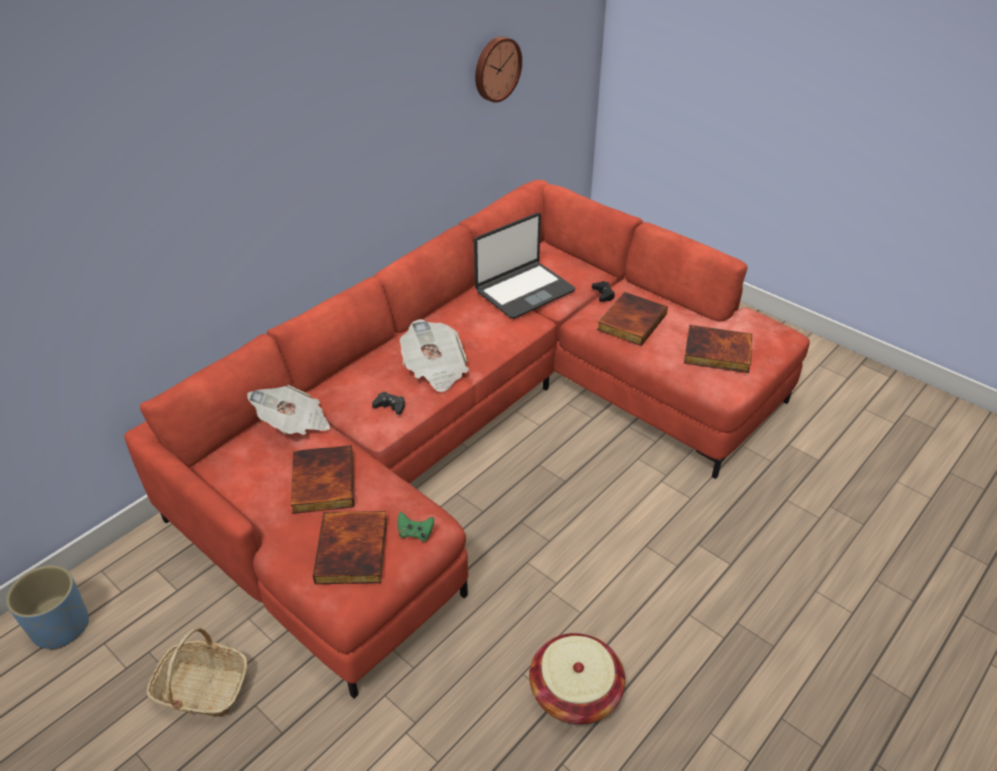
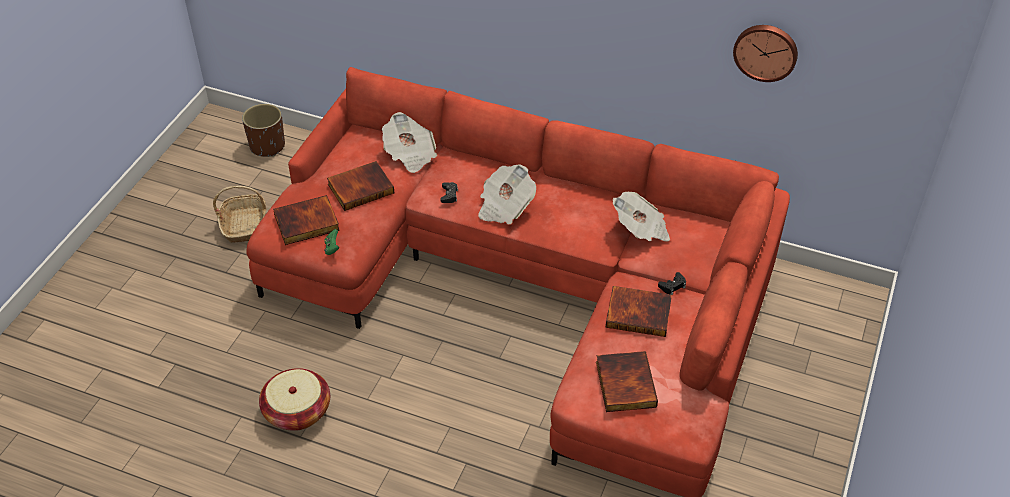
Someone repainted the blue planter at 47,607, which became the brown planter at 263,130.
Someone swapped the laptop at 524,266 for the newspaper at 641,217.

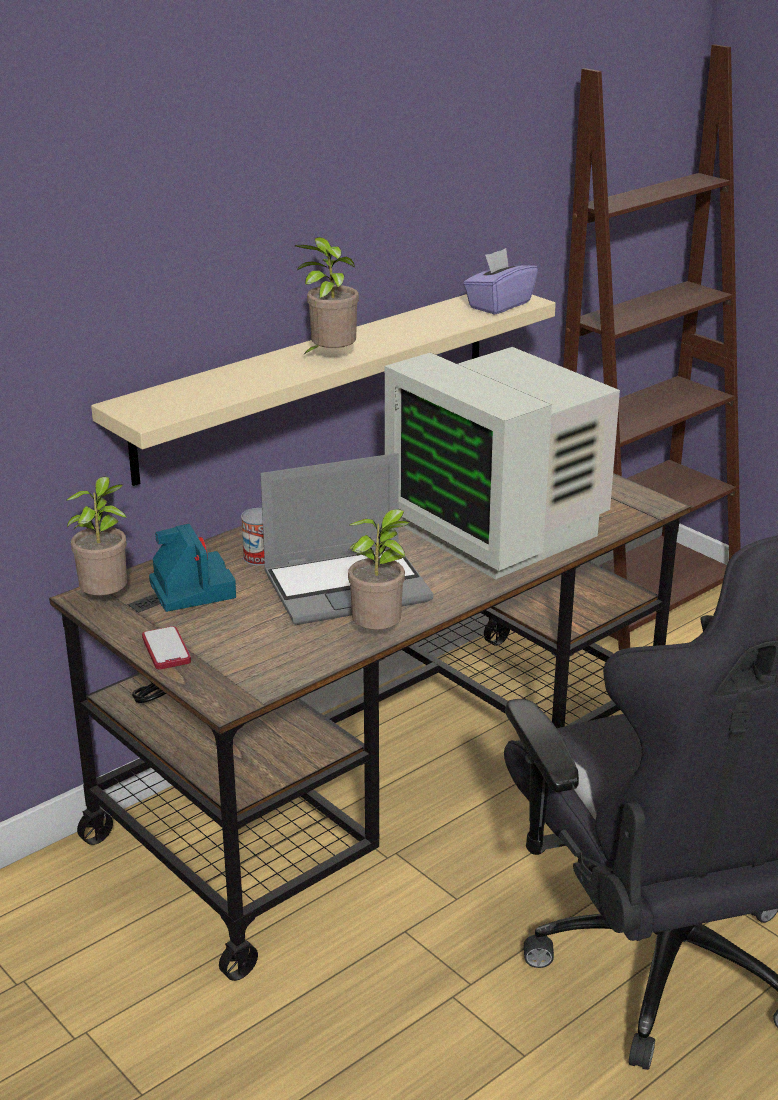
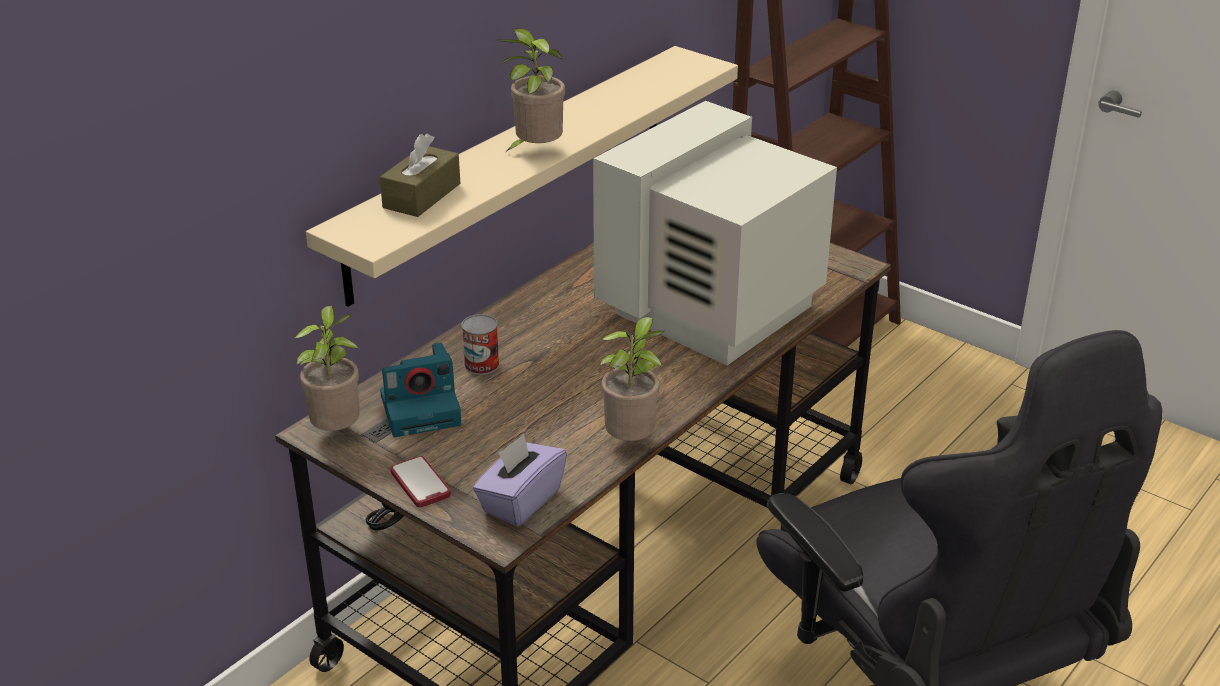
Someone rotated the photo camera at 192,568 by 105 degrees clockwise.
Someone took away the laptop at 346,539.
Someone rotated the monitor at 502,463 by 90 degrees clockwise.
Someone carried the purple tissue box from 500,281 to 520,479.
Someone put down the brown tissue box at 420,175.

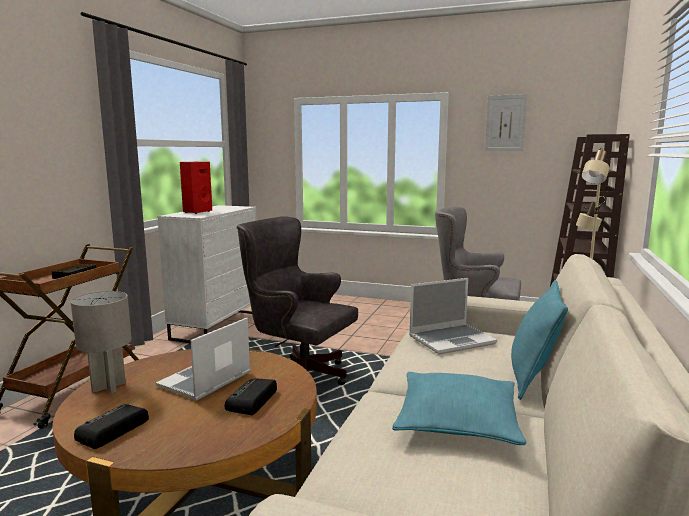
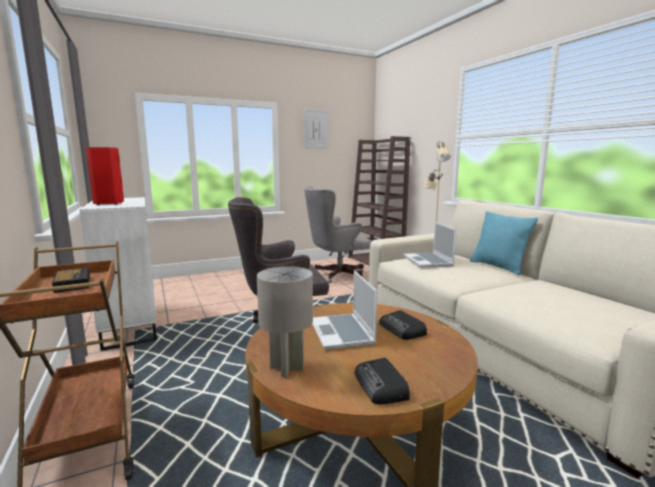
Someone took away the turquoise pillow at 459,408.
Someone rotated the laptop at 453,316 by 150 degrees clockwise.

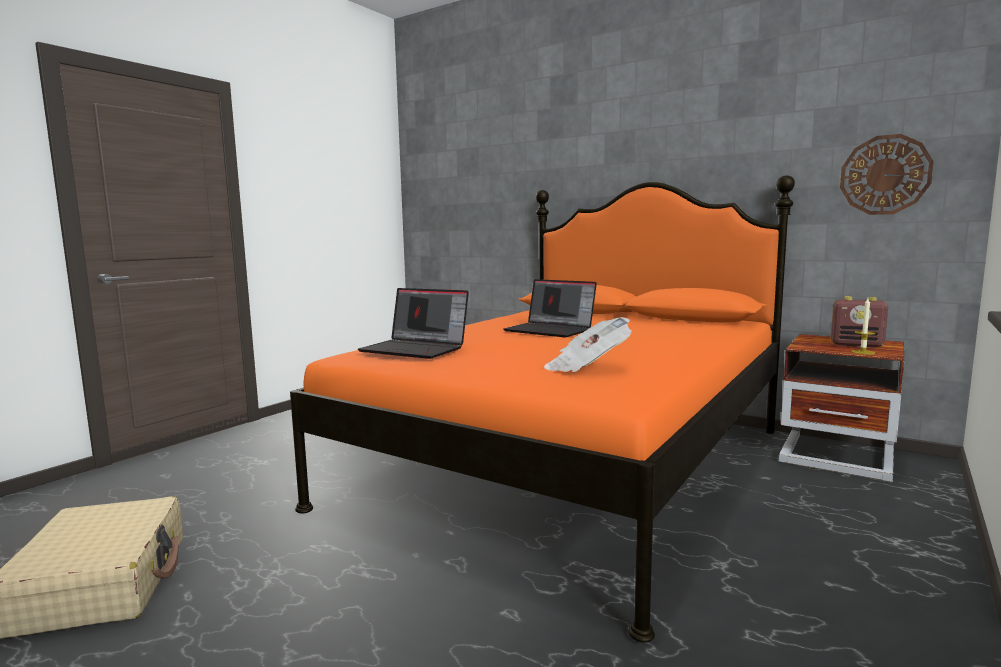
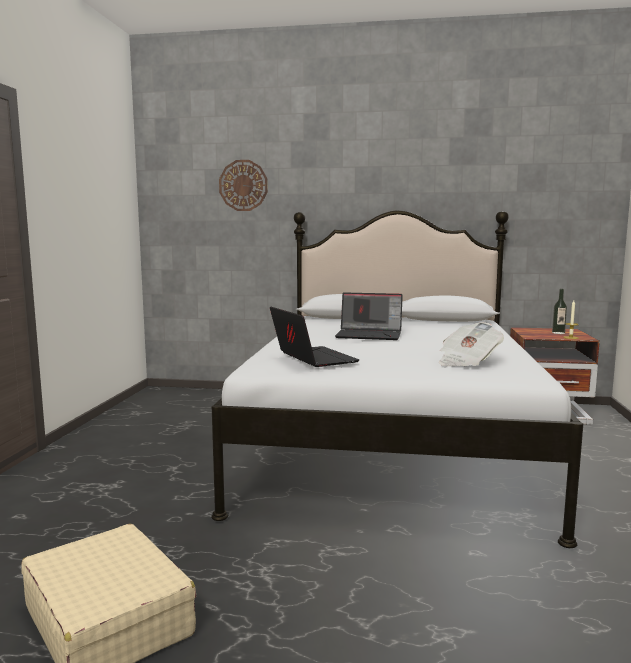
Someone repainted the orange bed at 542,409, which became the white bed at 397,379.
Someone rotated the laptop at 413,323 by 120 degrees counterclockwise.
Someone swapped the radio at 859,321 for the bottle at 559,311.
Someone carried the wall clock from 887,174 to 243,185.

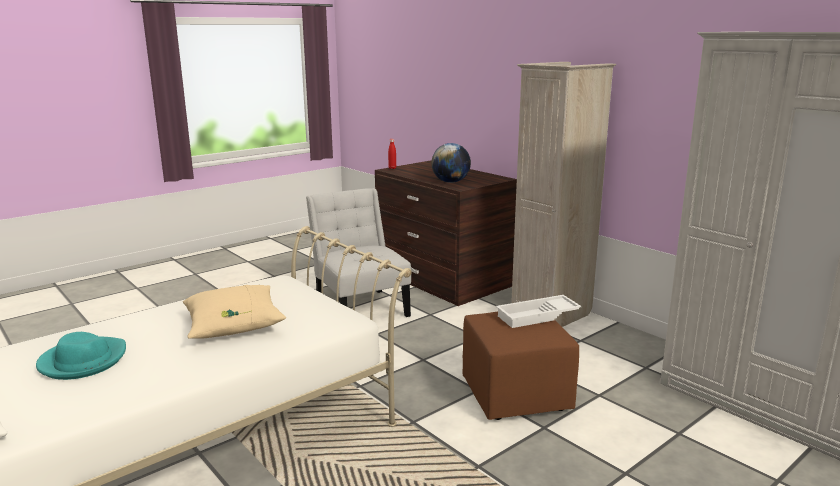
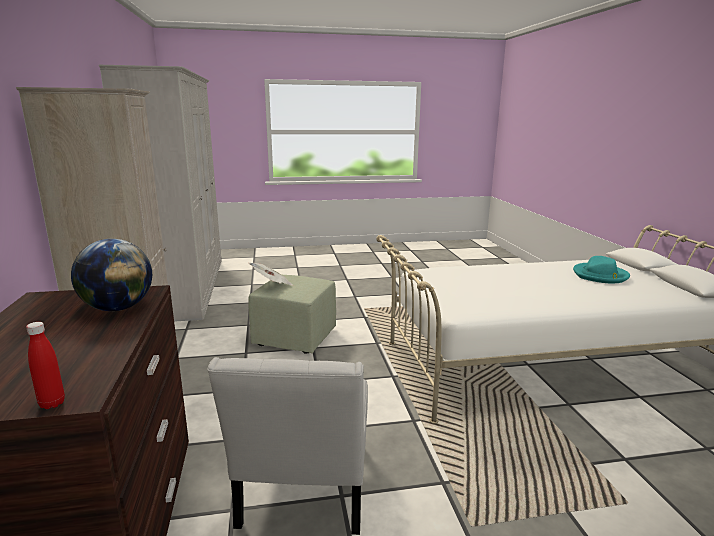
Someone took away the beige pillow at 234,312.
Someone repainted the brown ottoman at 521,366, which became the green ottoman at 292,314.
Someone swapped the white tray at 539,311 for the newspaper at 271,274.

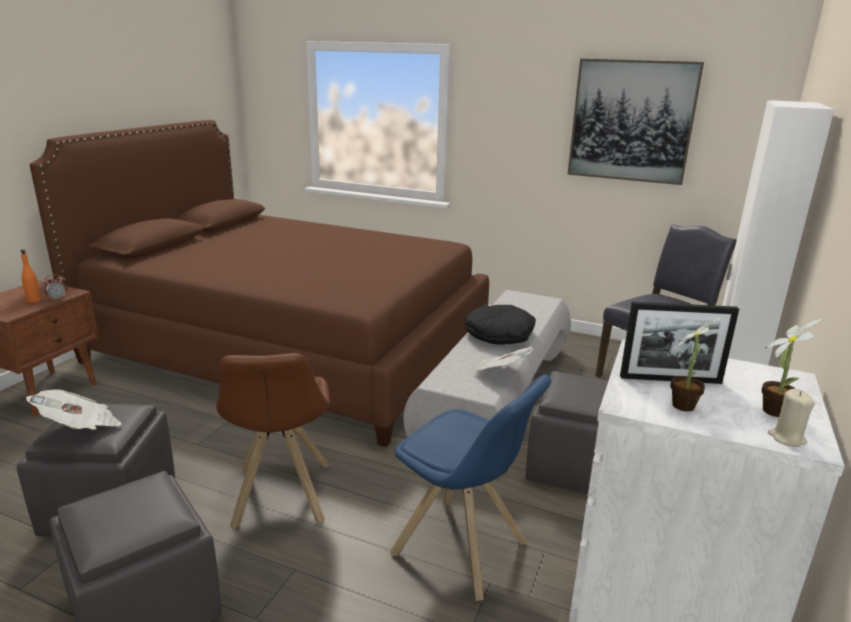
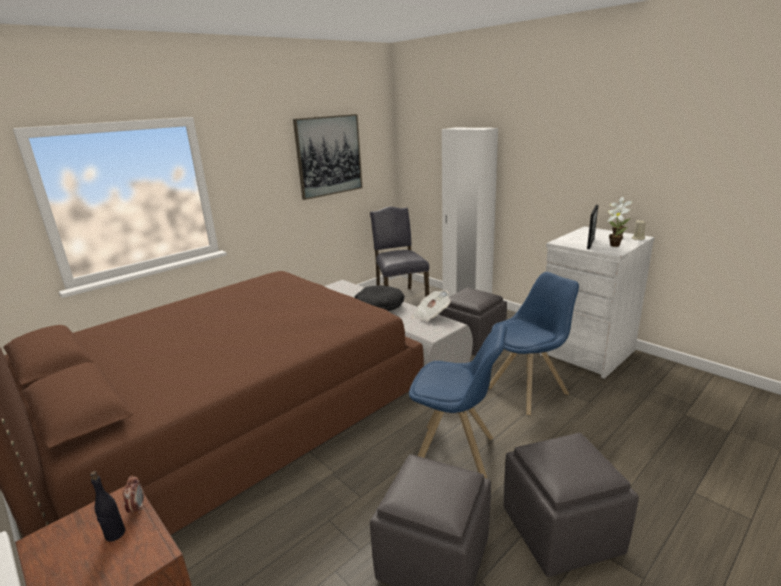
Someone repainted the orange bottle at 31,276, which became the black bottle at 107,506.
Someone took away the newspaper at 74,409.
Someone repainted the brown chair at 273,441, which became the blue chair at 458,401.

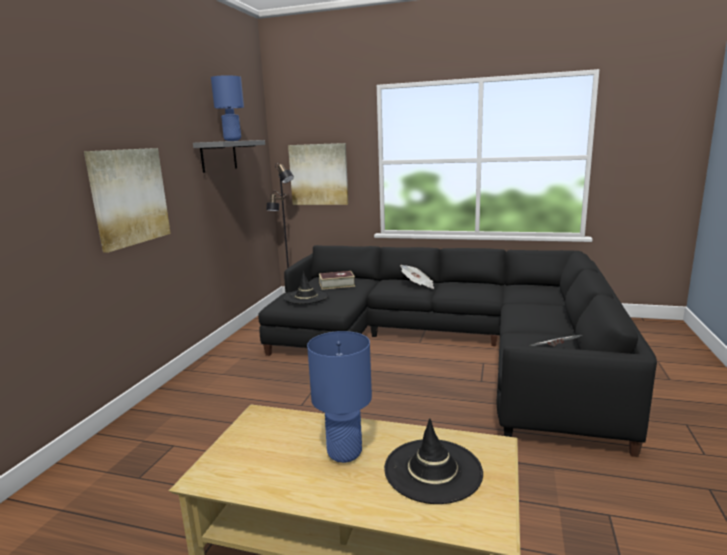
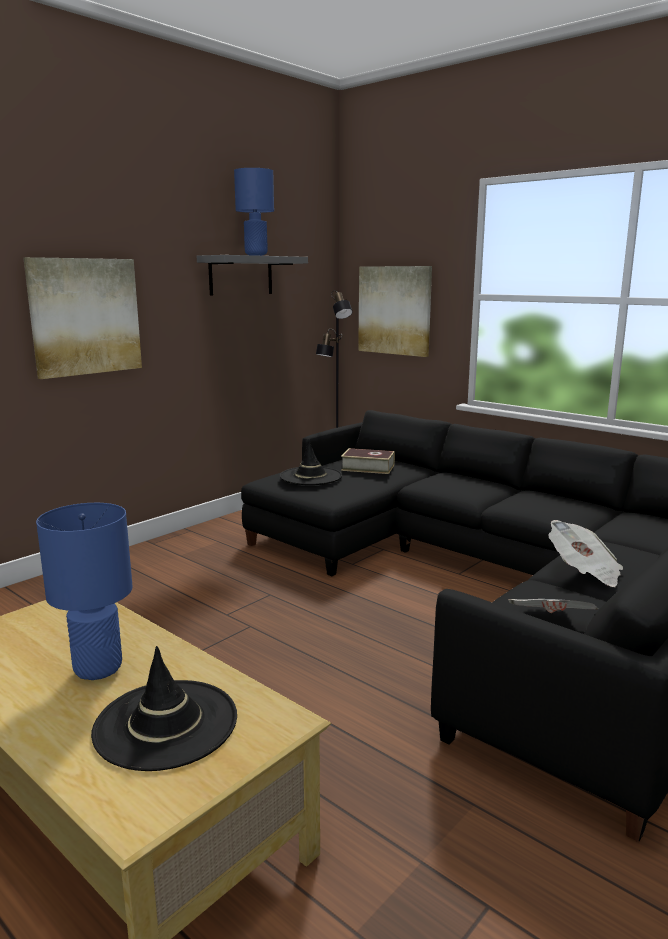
Someone carried the newspaper from 417,277 to 585,553.

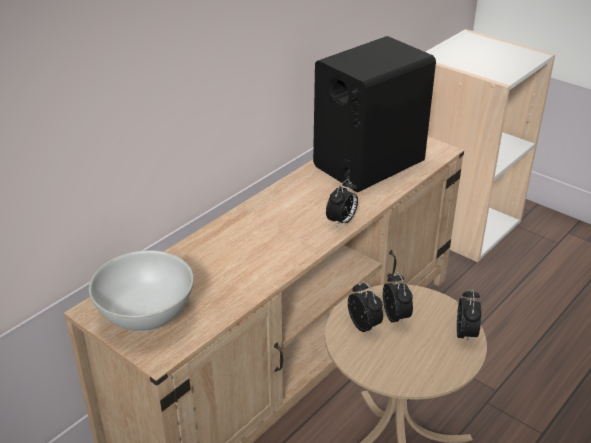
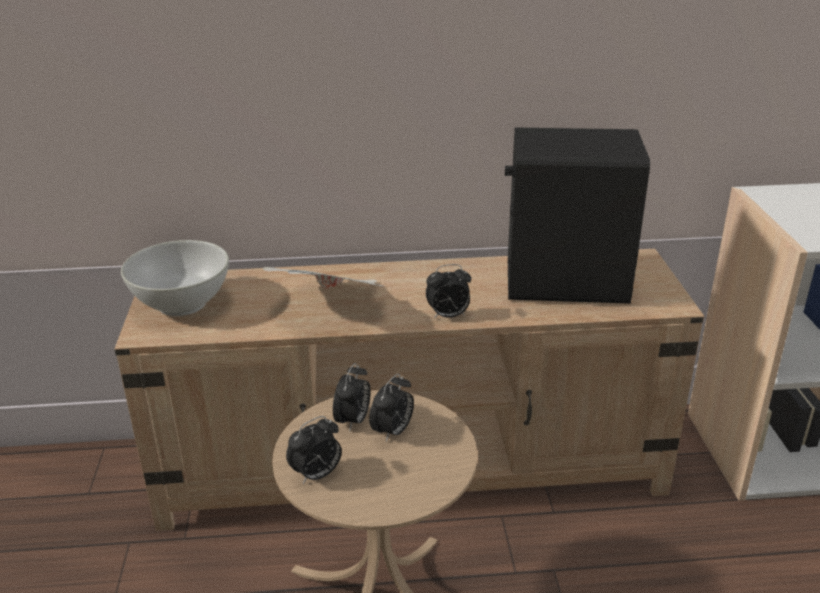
Someone carried the alarm clock from 469,316 to 314,450.
Someone put down the newspaper at 323,278.

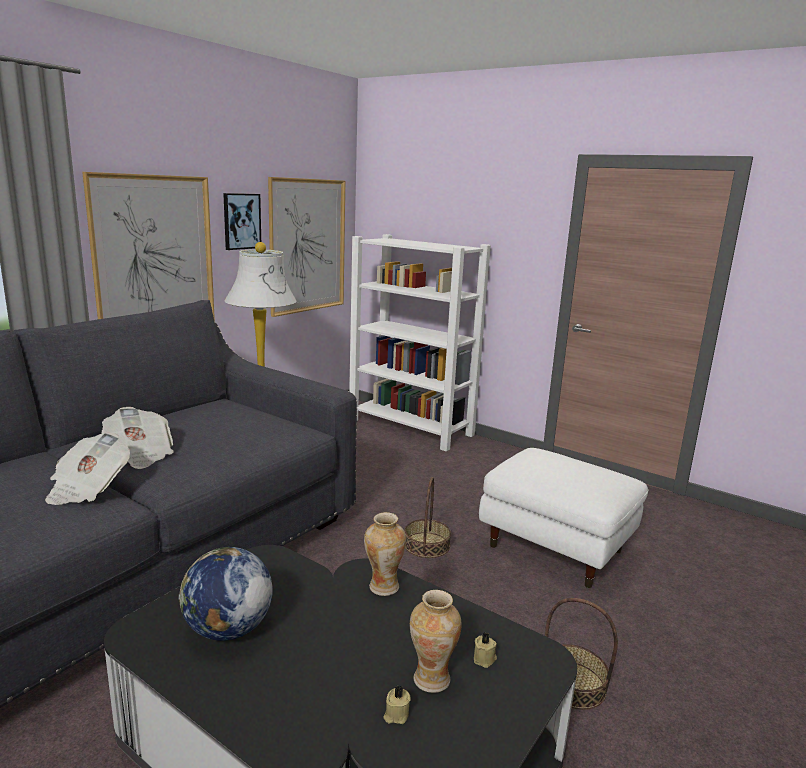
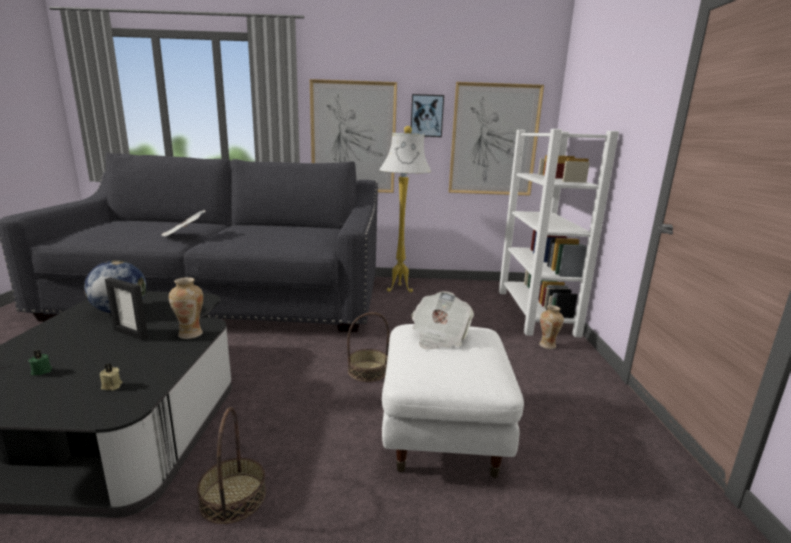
Someone carried the newspaper from 137,438 to 442,320.
Someone repainted the beige candle at 397,704, which became the green candle at 40,362.
Someone carried the vase from 436,641 to 551,327.
Someone put down the picture frame at 126,309.

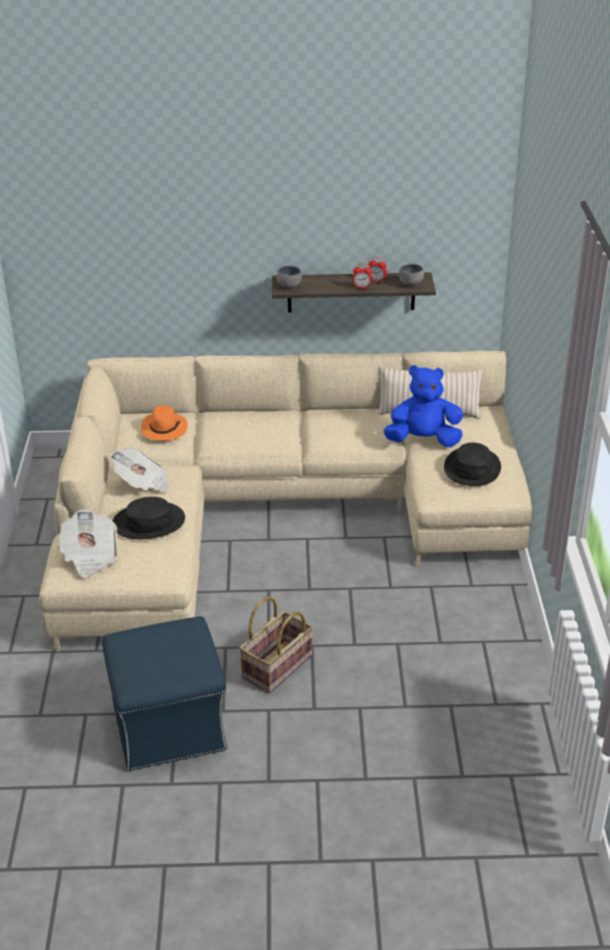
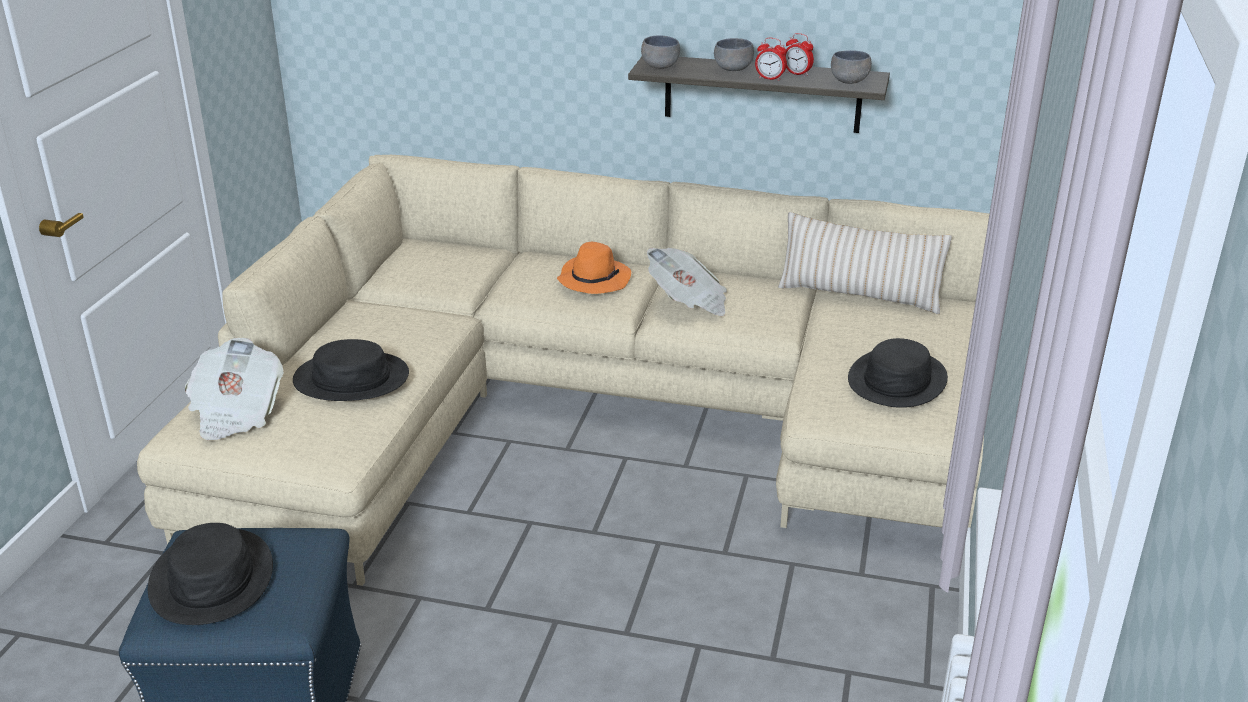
Someone carried the newspaper from 139,470 to 687,282.
Someone carried the orange hat from 164,423 to 594,268.
Someone took away the basket at 276,644.
Someone took away the blue plush toy at 423,406.
Someone put down the black hat at 210,574.
Someone put down the grey bowl at 734,54.

